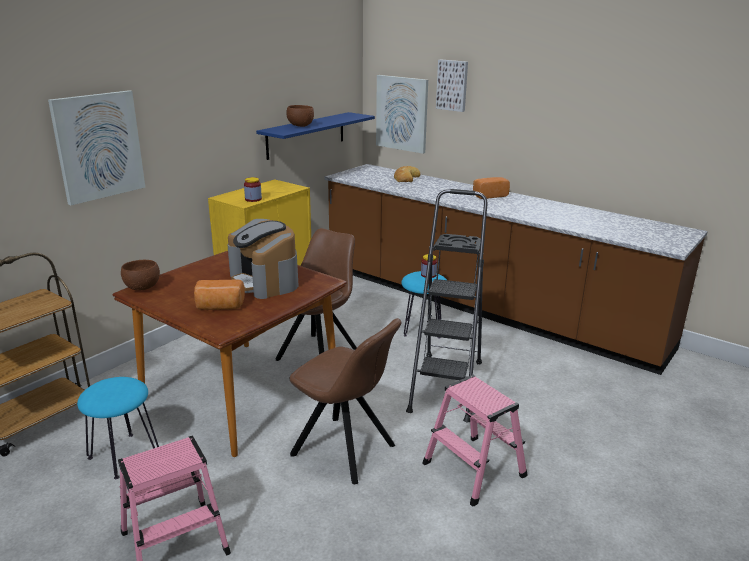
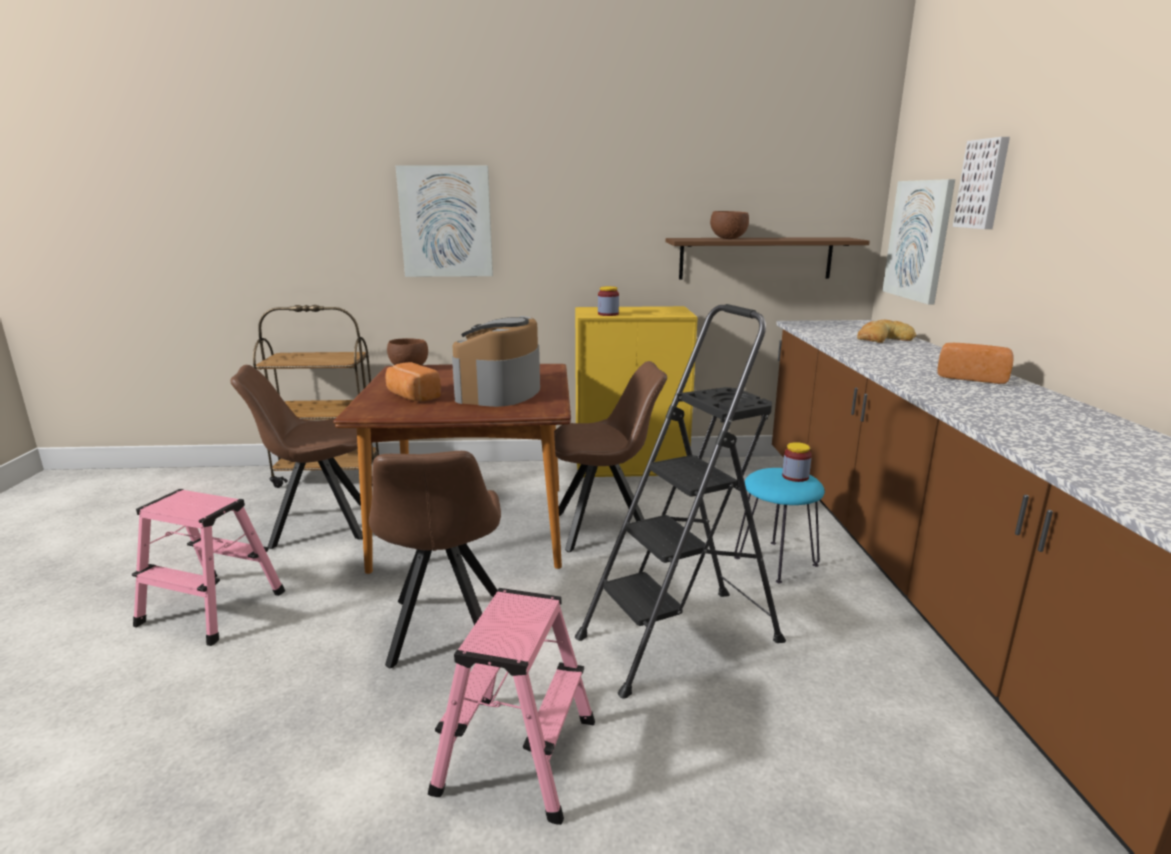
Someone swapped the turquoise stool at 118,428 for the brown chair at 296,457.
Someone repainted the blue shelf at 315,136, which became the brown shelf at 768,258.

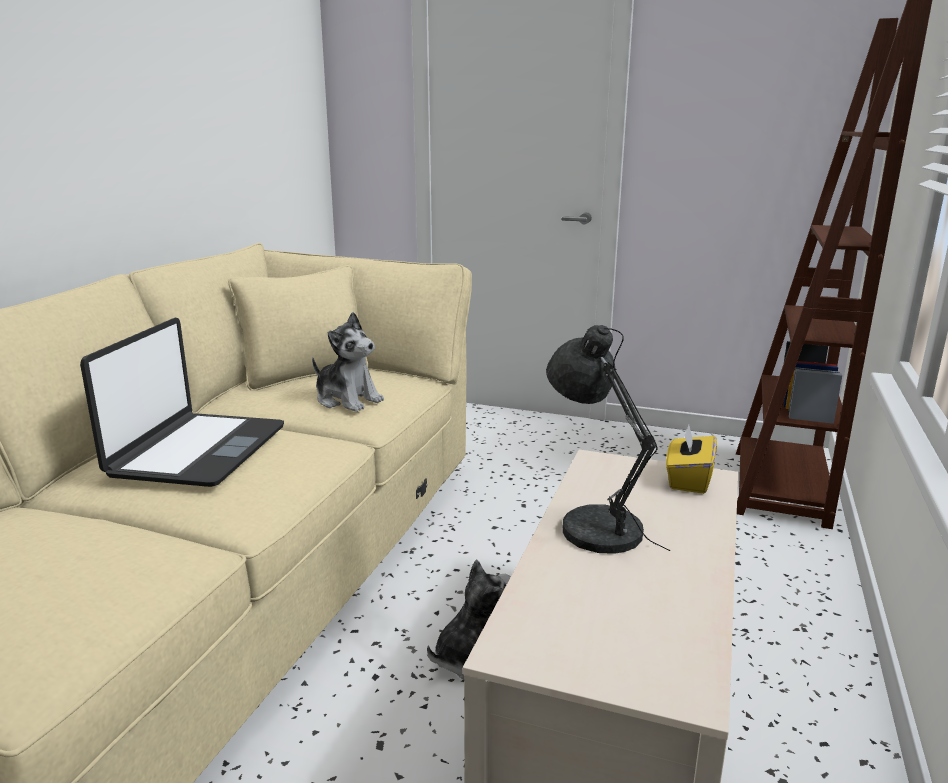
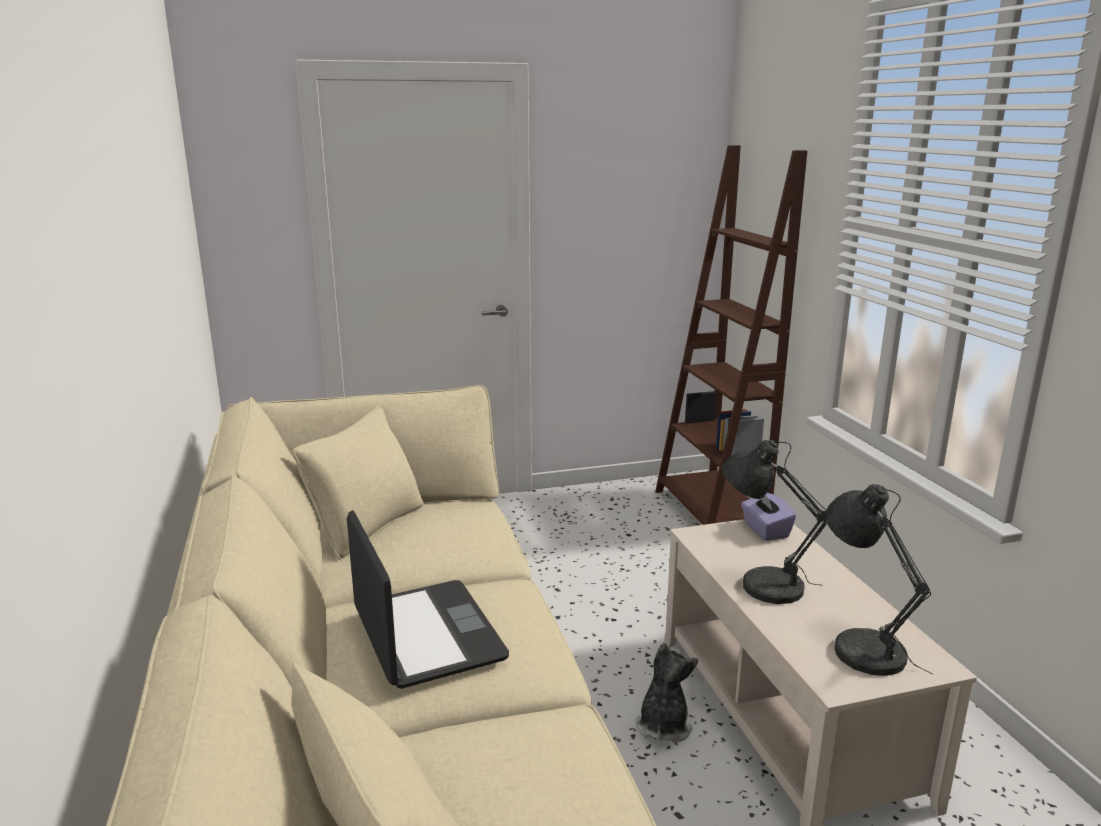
Someone took away the plush toy at 348,362.
Someone repainted the yellow tissue box at 691,459, which became the purple tissue box at 768,517.
Someone put down the grey table lamp at 879,580.

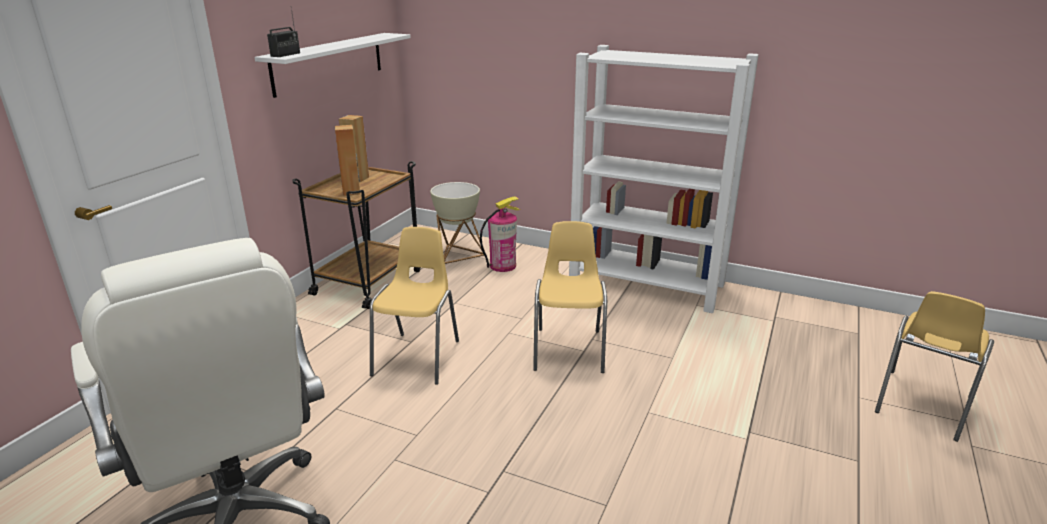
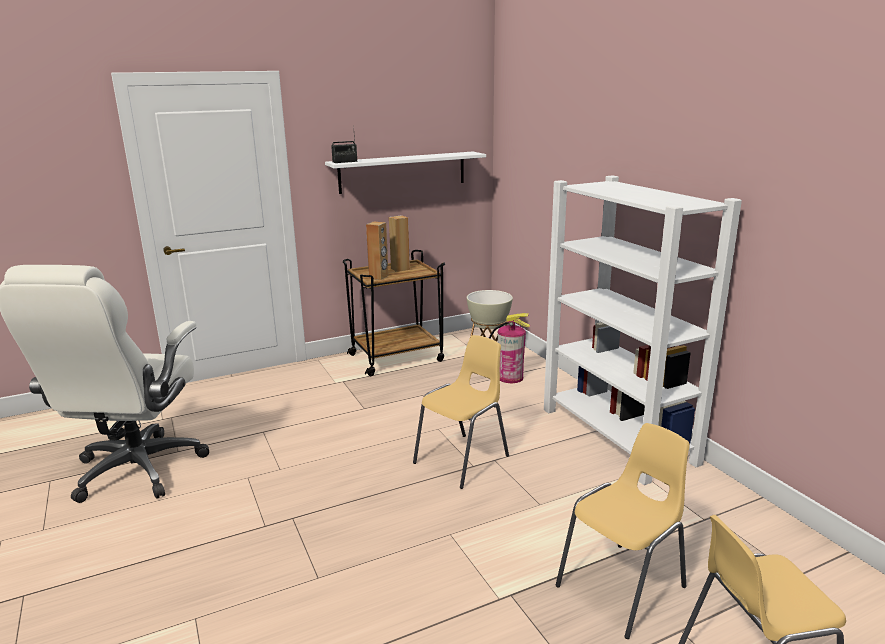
Someone carried the yellow chair from 414,306 to 623,531.

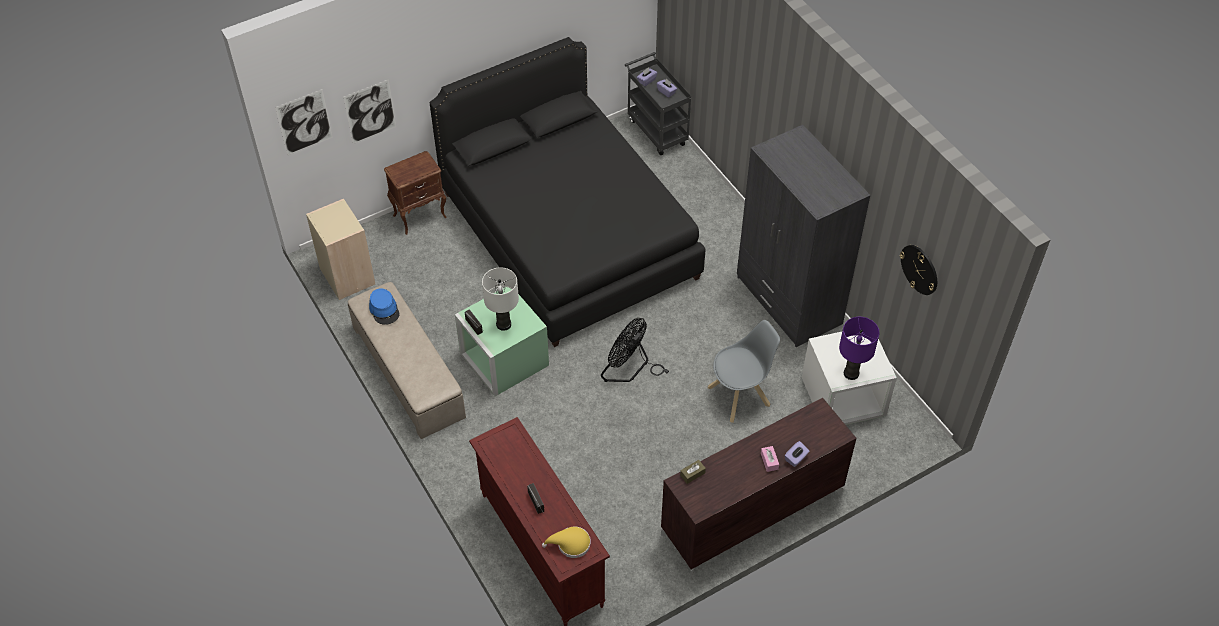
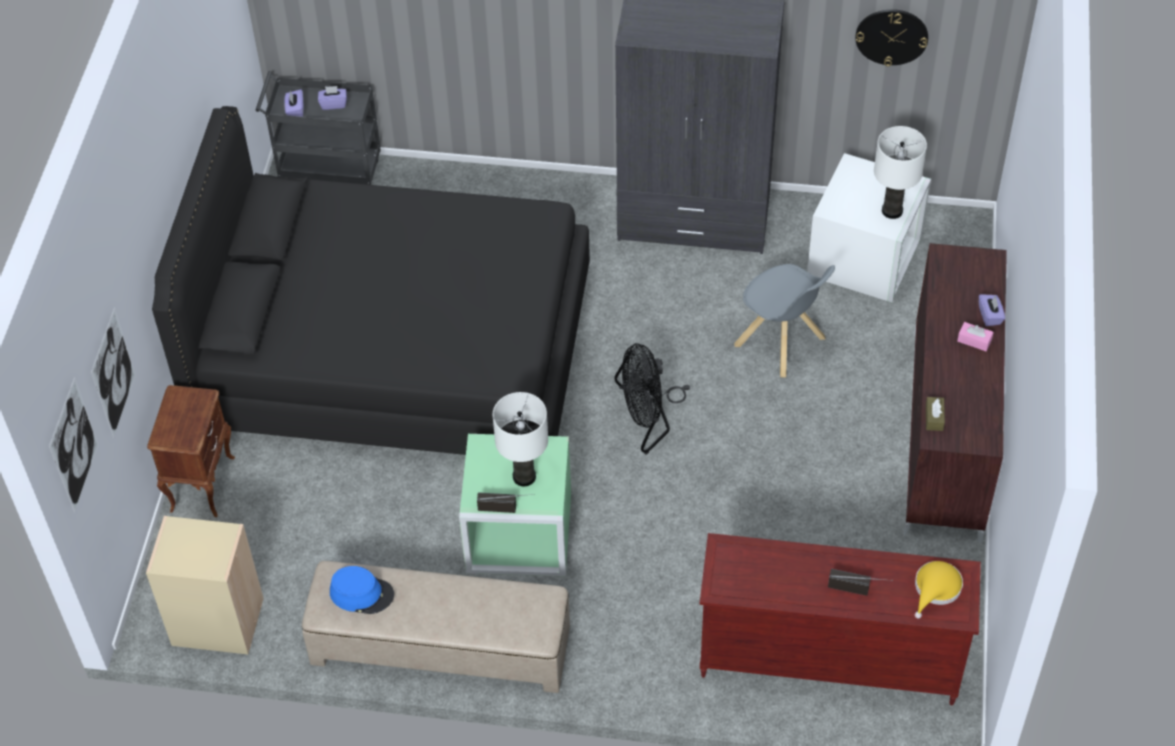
Someone rotated the grey chair at 743,371 by 120 degrees clockwise.
Someone repainted the purple table lamp at 859,348, which became the white table lamp at 900,172.

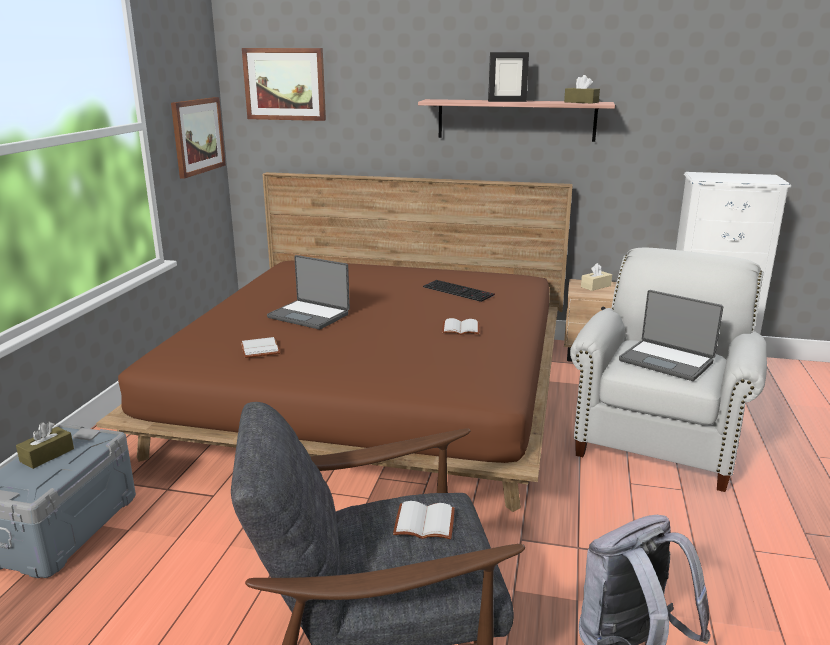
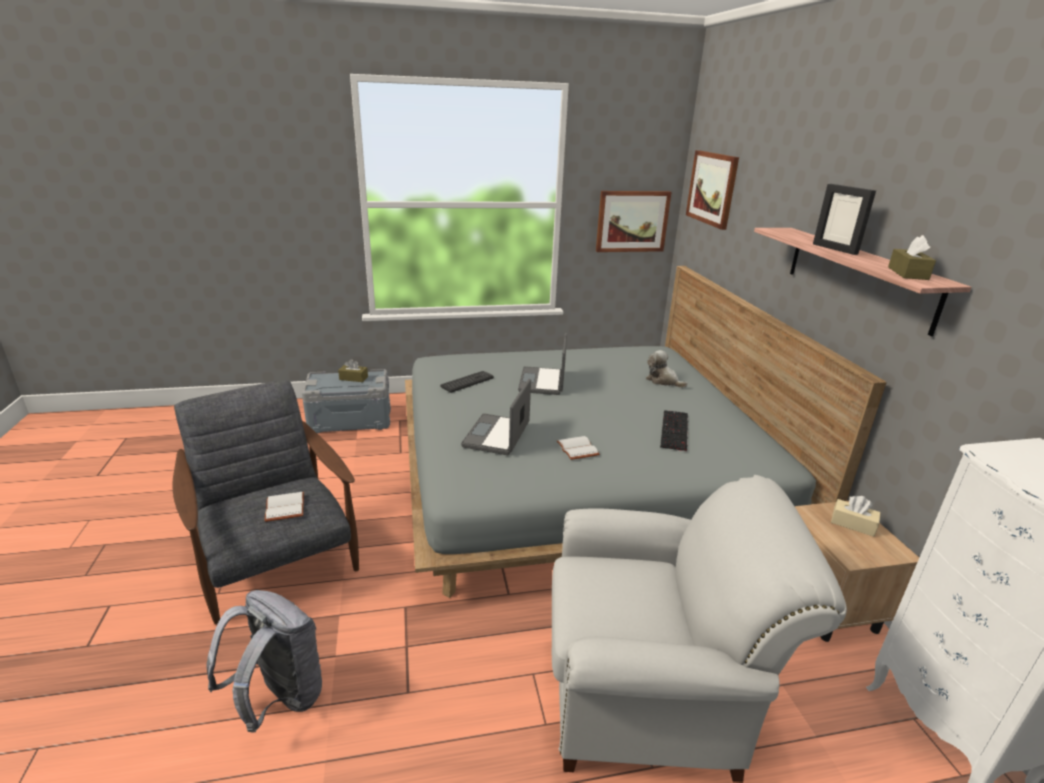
Someone repainted the brown bed at 334,342, which became the grey bed at 646,432.
Someone swapped the white book at 260,347 for the keyboard at 467,382.
Someone carried the laptop from 671,335 to 496,417.
Someone put down the plush toy at 667,369.

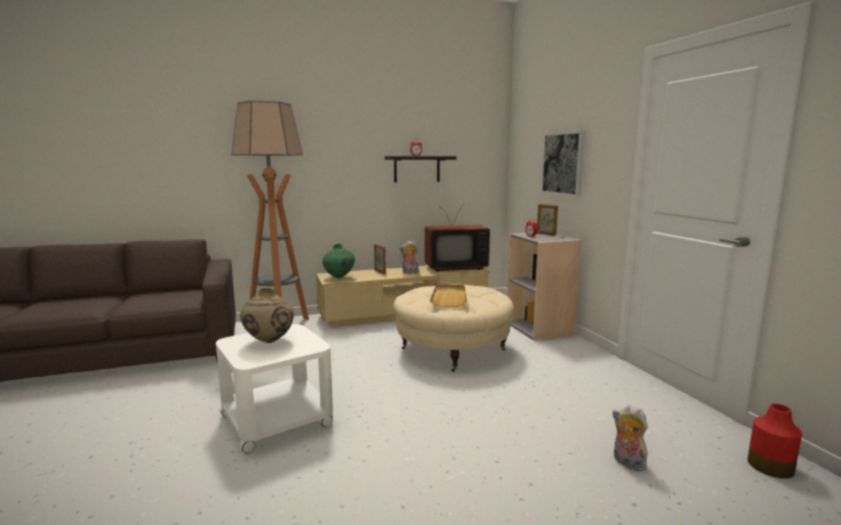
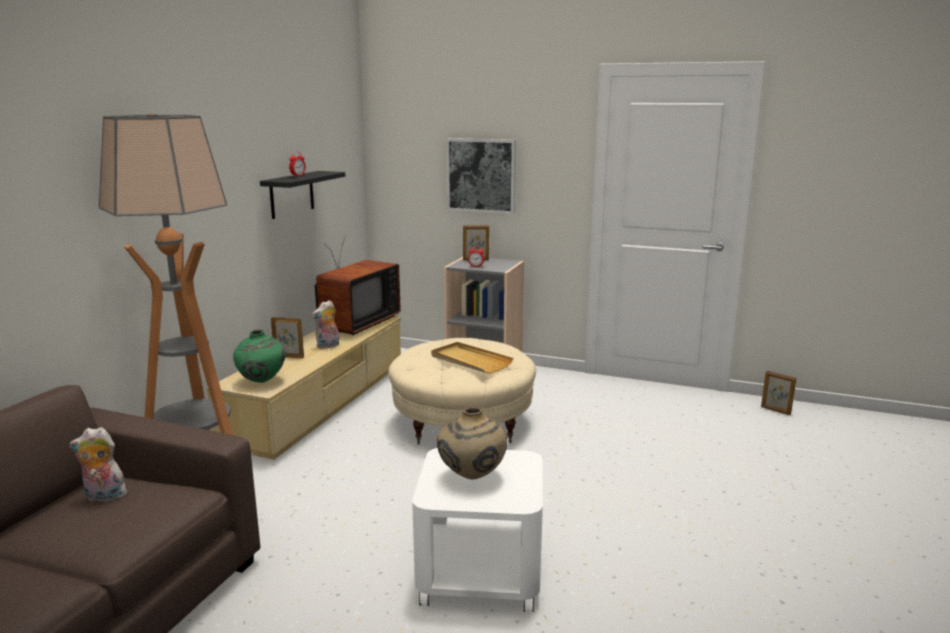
Someone carried the plush toy from 630,438 to 101,464.
Someone swapped the red vase at 774,441 for the picture frame at 778,393.

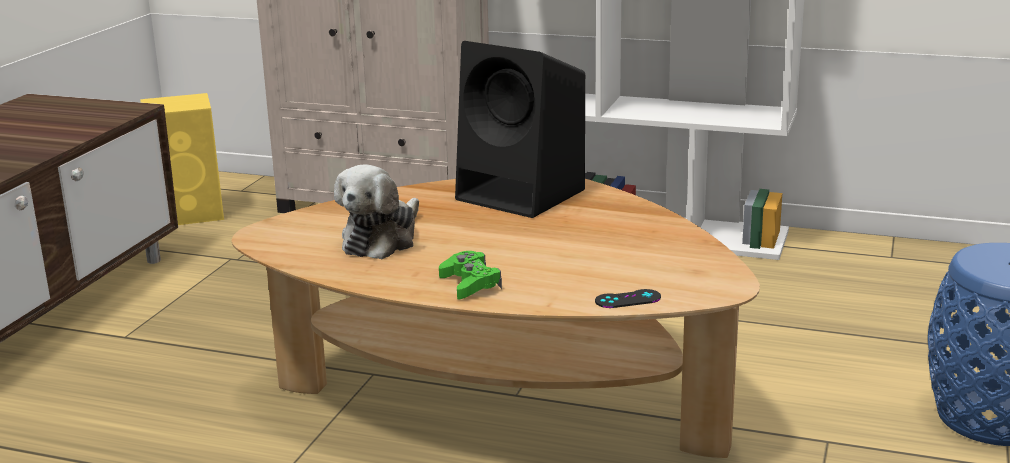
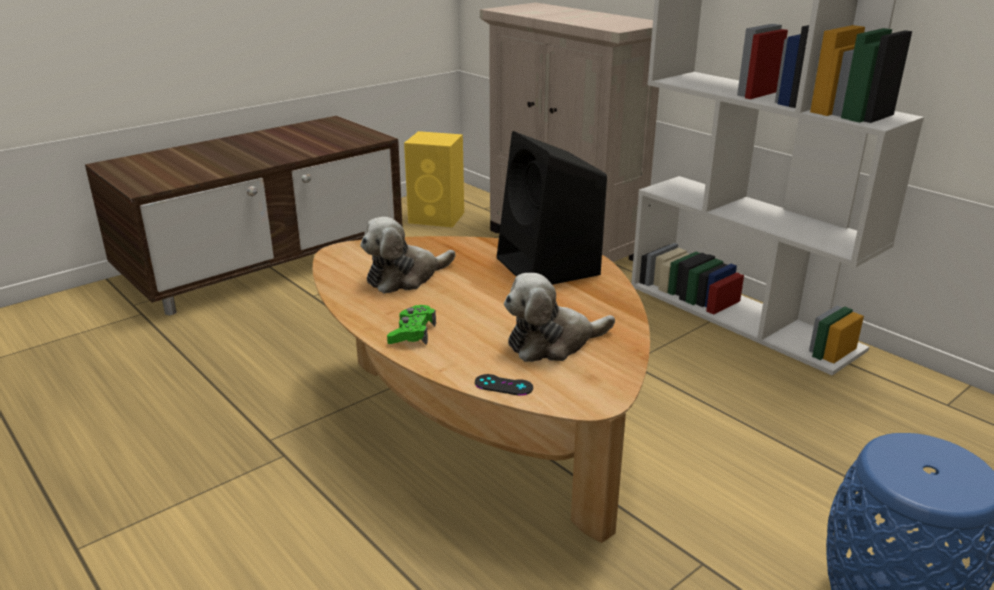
Someone put down the plush toy at 559,317.

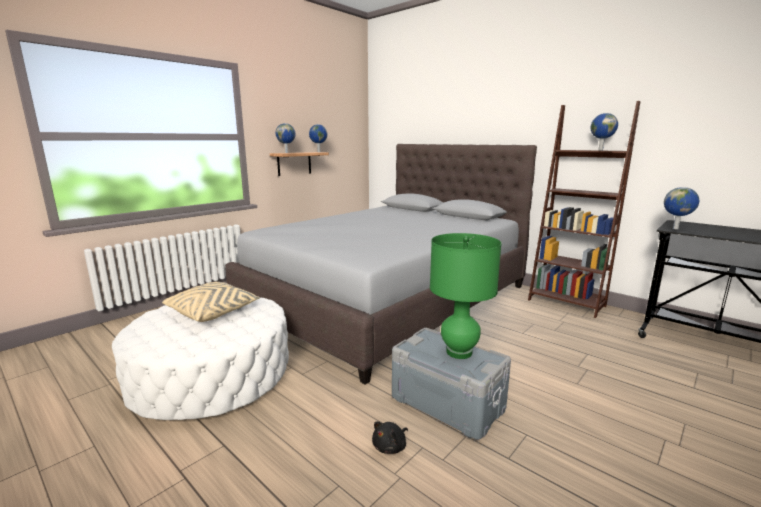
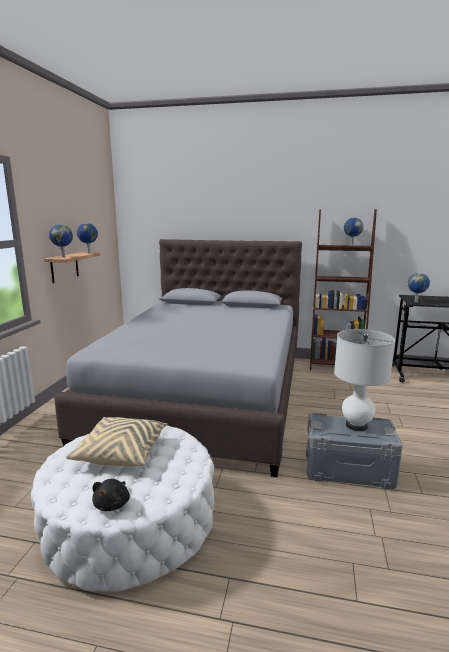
Someone carried the black plush toy from 390,437 to 111,495.
Someone repainted the green table lamp at 466,296, which became the white table lamp at 364,380.

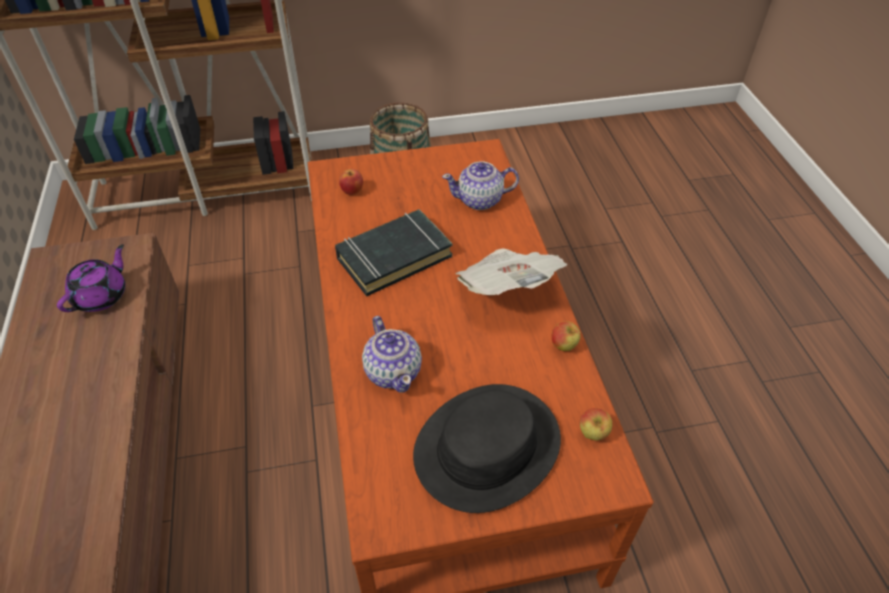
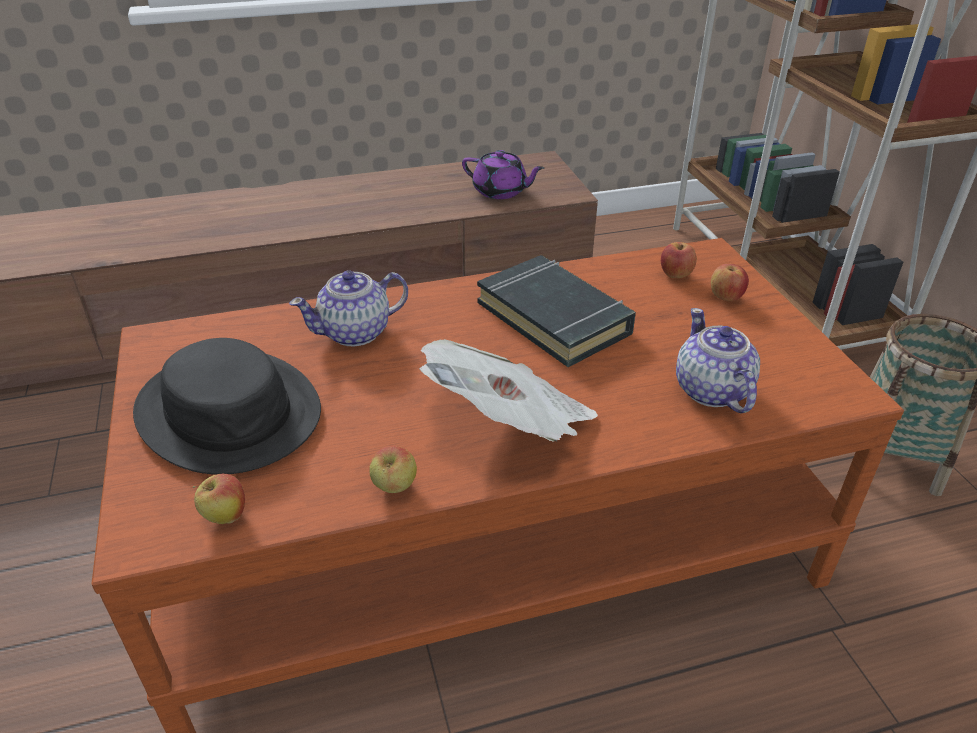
Someone put down the apple at 730,282.

